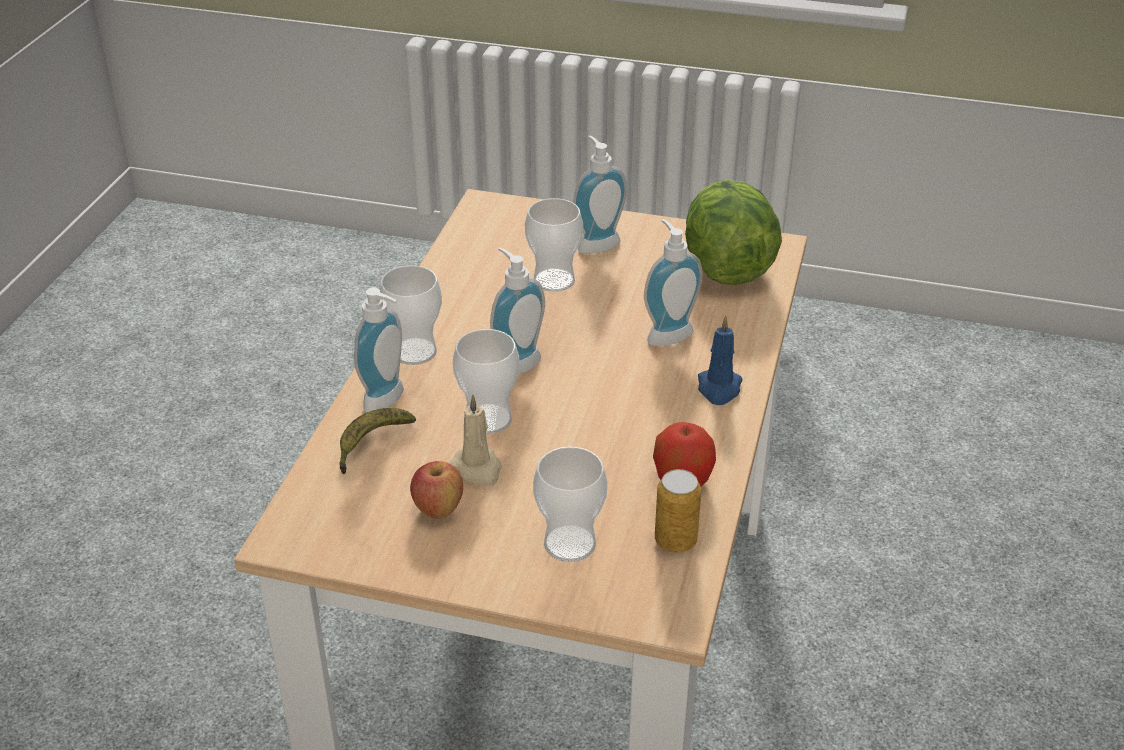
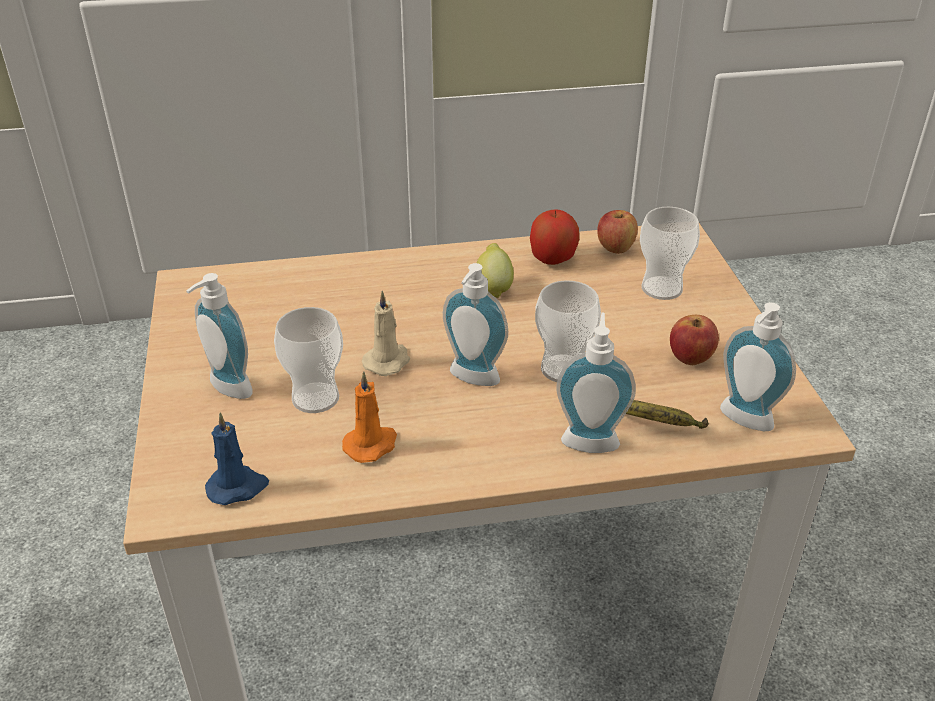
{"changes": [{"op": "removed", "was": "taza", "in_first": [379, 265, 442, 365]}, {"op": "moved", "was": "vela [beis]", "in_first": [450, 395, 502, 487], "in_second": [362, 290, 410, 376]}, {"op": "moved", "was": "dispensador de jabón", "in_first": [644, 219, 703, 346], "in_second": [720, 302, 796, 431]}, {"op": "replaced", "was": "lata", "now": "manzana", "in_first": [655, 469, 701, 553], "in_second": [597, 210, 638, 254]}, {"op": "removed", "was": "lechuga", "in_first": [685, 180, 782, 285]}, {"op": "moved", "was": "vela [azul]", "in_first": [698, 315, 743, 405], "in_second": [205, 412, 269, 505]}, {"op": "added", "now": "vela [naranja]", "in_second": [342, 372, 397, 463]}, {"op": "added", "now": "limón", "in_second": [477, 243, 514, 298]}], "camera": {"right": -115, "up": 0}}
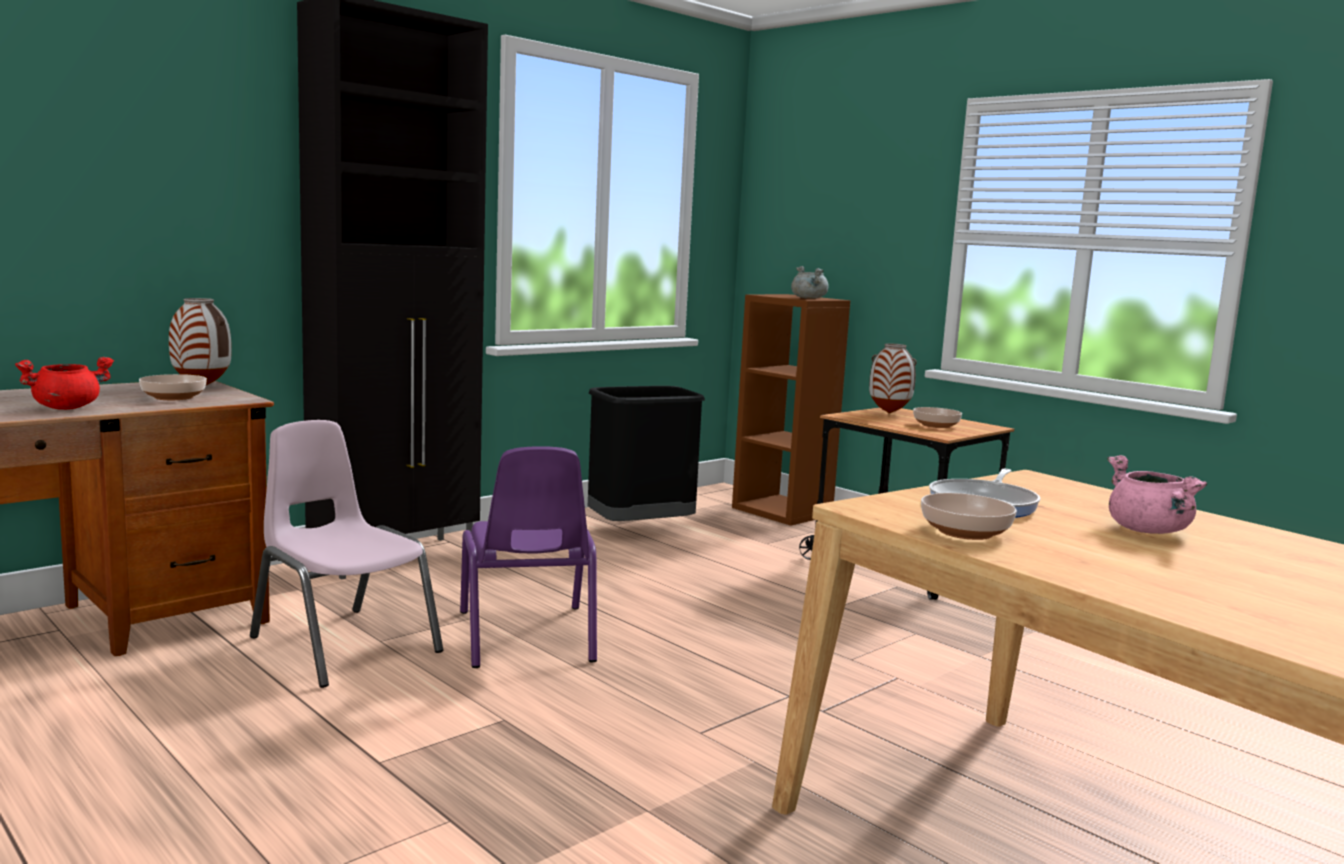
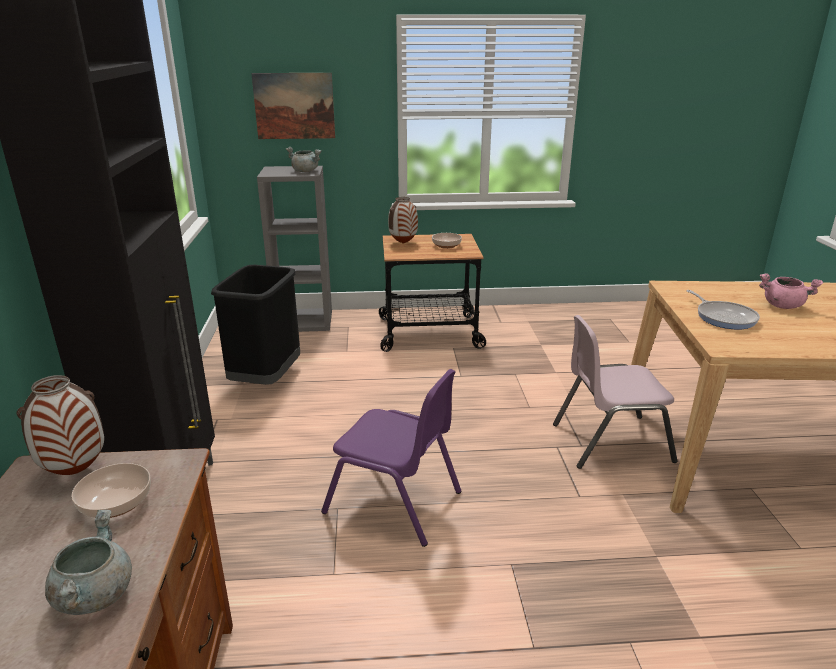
{"changes": [{"op": "recoloured", "was": "olla [rojo]", "now": "olla [gris]", "in_first": [15, 357, 114, 410], "in_second": [45, 510, 132, 615]}, {"op": "moved", "was": "silla [rosa]", "in_first": [250, 420, 443, 688], "in_second": [553, 315, 677, 469]}, {"op": "recoloured", "was": "estantería [marrón]", "now": "estantería [gris]", "in_first": [732, 294, 850, 526], "in_second": [257, 166, 332, 332]}, {"op": "removed", "was": "cuenco", "in_first": [921, 493, 1017, 540]}, {"op": "added", "now": "cuadro", "in_second": [251, 73, 335, 139]}], "camera": {"right": -50, "up": 15}}
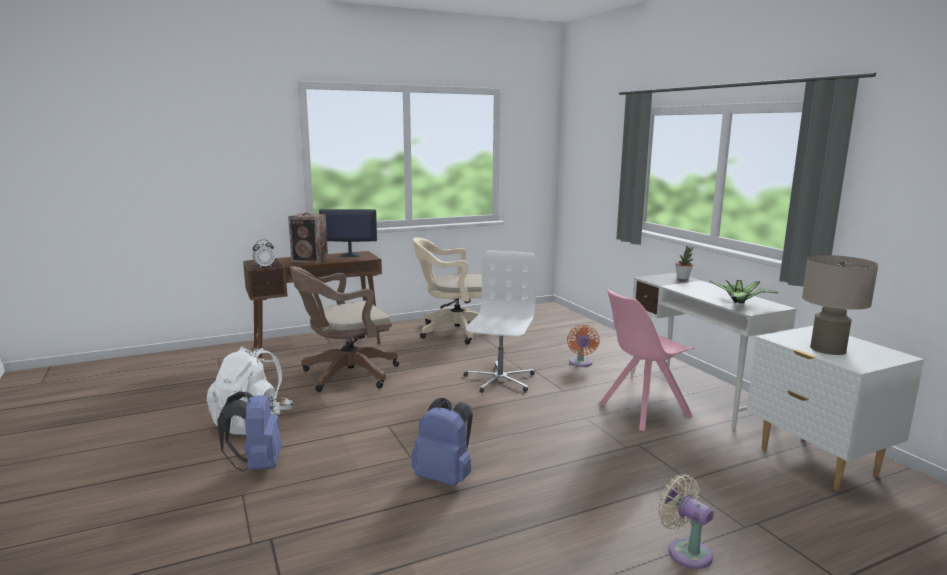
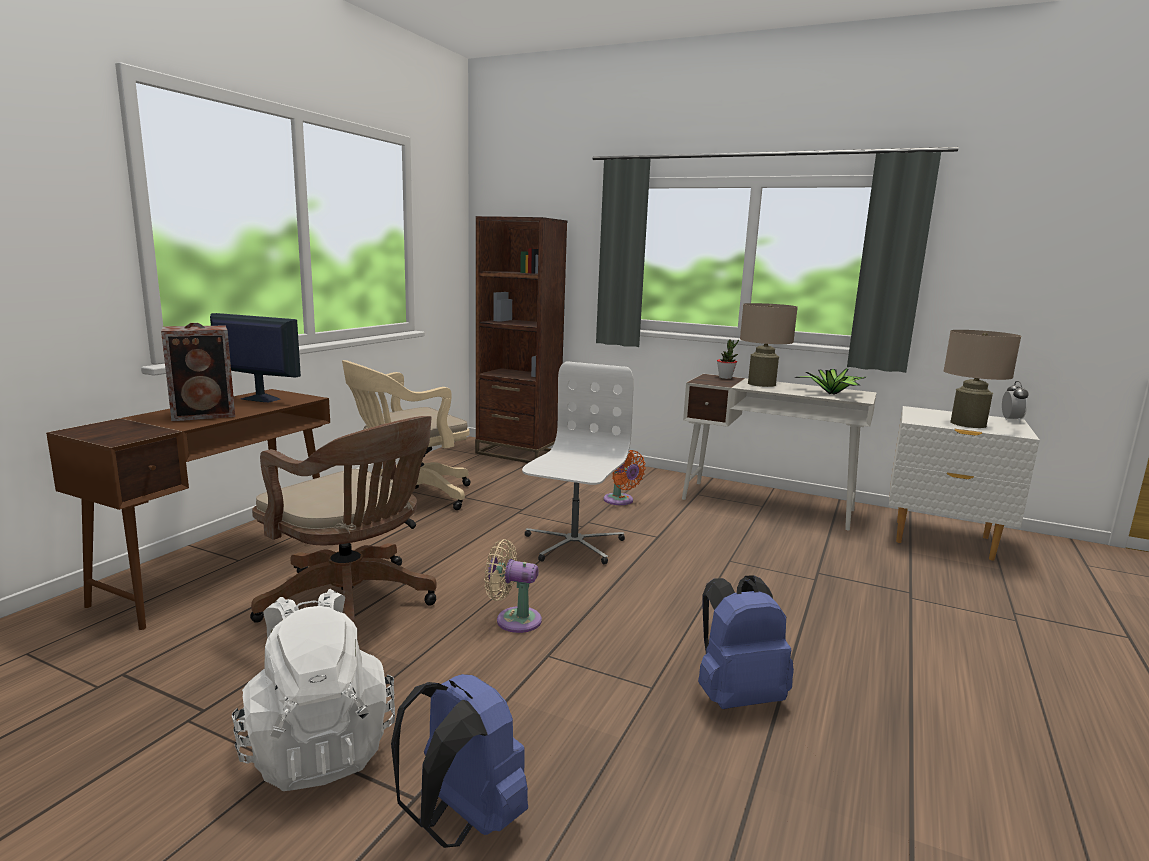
{"changes": [{"op": "moved", "was": "despertador", "in_first": [252, 240, 275, 268], "in_second": [1002, 381, 1029, 423]}, {"op": "turned", "was": "silla de oficina [marrón]", "in_first": [290, 266, 399, 392], "in_second": [250, 416, 437, 624], "clockwise": -75}, {"op": "turned", "was": "monitor", "in_first": [319, 209, 377, 257], "in_second": [210, 313, 301, 402], "clockwise": 60}, {"op": "turned", "was": "silla de oficina [blanco]", "in_first": [464, 250, 537, 393], "in_second": [522, 361, 634, 564], "clockwise": 45}, {"op": "removed", "was": "silla [rosa]", "in_first": [598, 290, 695, 431]}, {"op": "moved", "was": "ventilador [beis]", "in_first": [658, 474, 714, 569], "in_second": [484, 539, 542, 633]}, {"op": "added", "now": "estantería [marrón]", "in_second": [475, 216, 567, 463]}, {"op": "added", "now": "lámpara de mesa [beis]", "in_second": [740, 303, 798, 387]}], "camera": {"right": -40, "up": 0}}
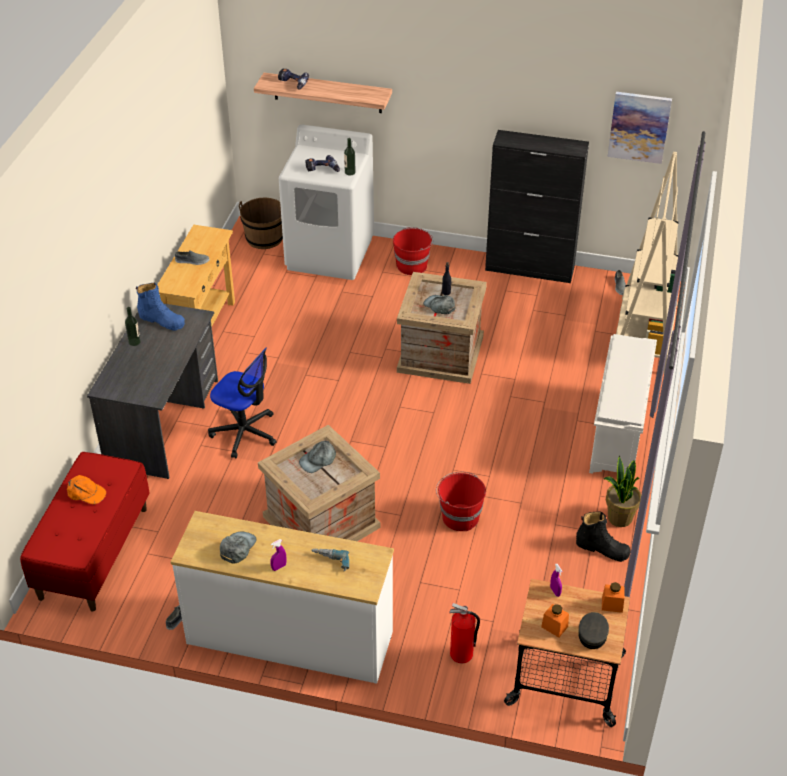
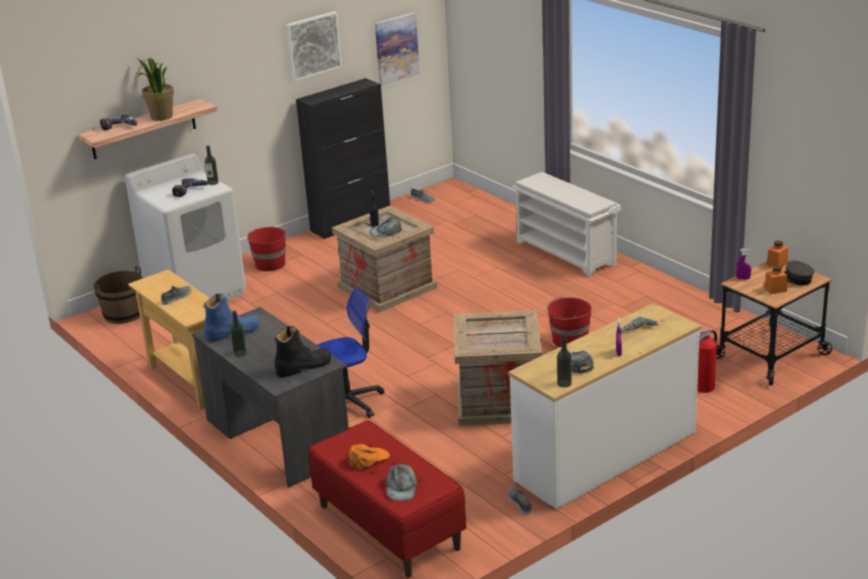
{"changes": [{"op": "moved", "was": "gorra [gris]", "in_first": [299, 441, 336, 473], "in_second": [386, 464, 417, 501]}, {"op": "moved", "was": "bota [negro]", "in_first": [576, 512, 631, 562], "in_second": [275, 326, 331, 377]}, {"op": "moved", "was": "planta en maceta", "in_first": [604, 456, 641, 527], "in_second": [137, 58, 174, 121]}, {"op": "removed", "was": "estantería [beis]", "in_first": [616, 152, 679, 373]}, {"op": "added", "now": "cuadro", "in_second": [286, 11, 342, 82]}, {"op": "added", "now": "botella", "in_second": [557, 337, 572, 388]}], "camera": {"right": -50, "up": -15}}
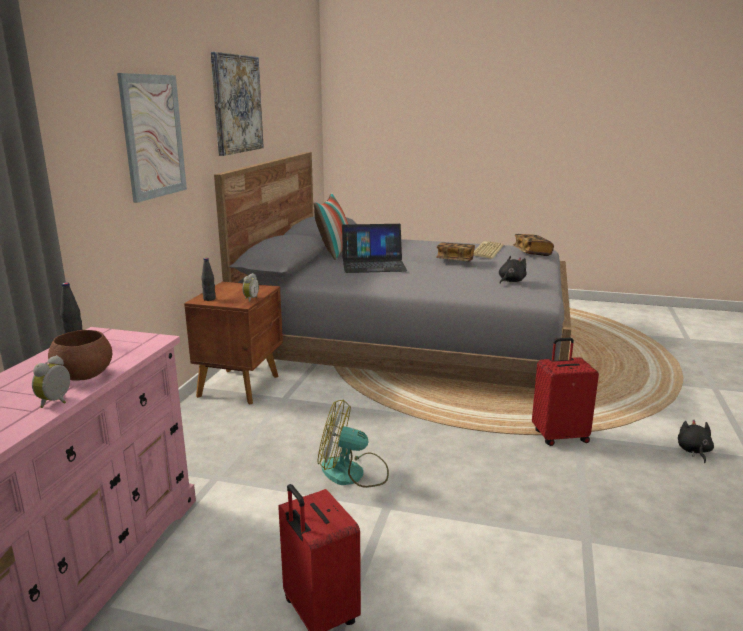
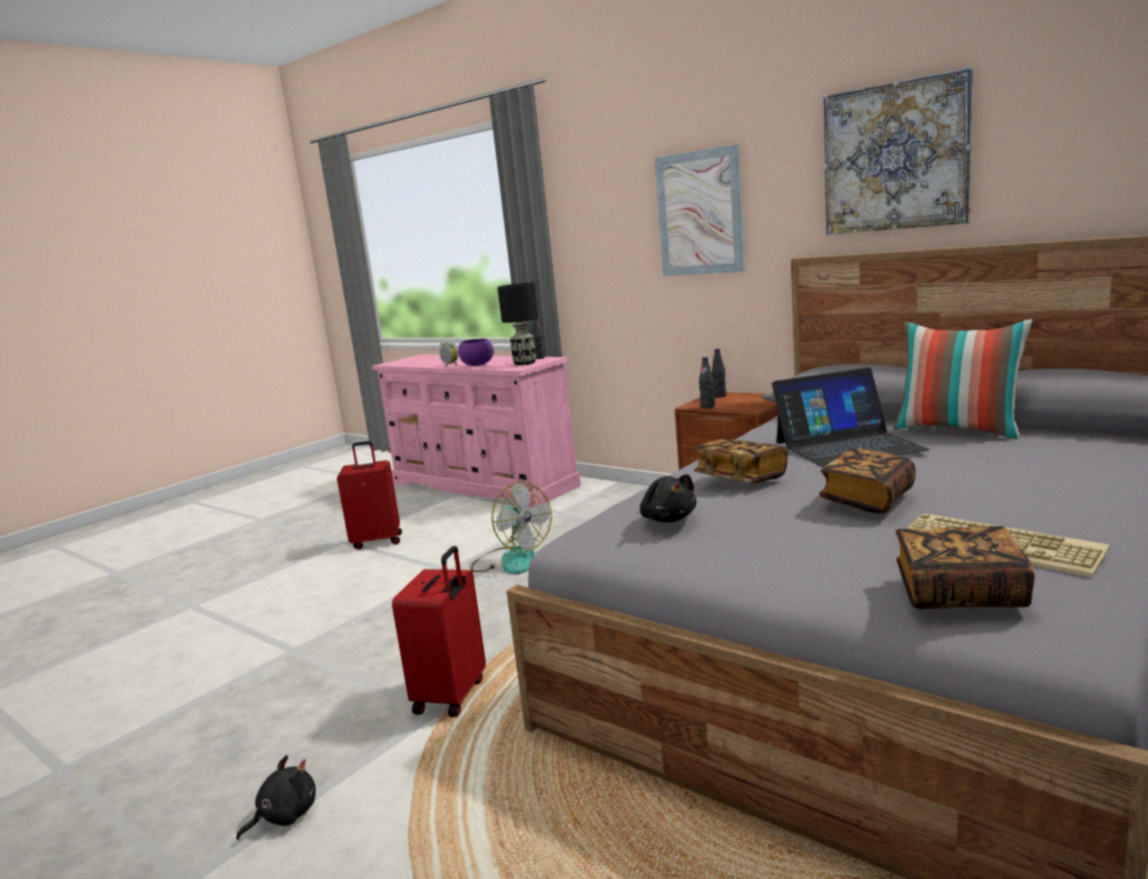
{"changes": [{"op": "recoloured", "was": "cuenco [marrón]", "now": "cuenco [morado]", "in_first": [48, 330, 112, 381], "in_second": [458, 338, 494, 366]}, {"op": "replaced", "was": "despertador", "now": "botella [negro]", "in_first": [243, 273, 259, 302], "in_second": [699, 357, 715, 408]}, {"op": "turned", "was": "ventilador", "in_first": [318, 400, 389, 488], "in_second": [471, 481, 552, 574], "clockwise": 105}, {"op": "turned", "was": "portátil", "in_first": [342, 224, 407, 273], "in_second": [772, 368, 930, 468], "clockwise": -120}, {"op": "turned", "was": "peluche [negro]", "in_first": [678, 419, 714, 463], "in_second": [236, 755, 316, 840], "clockwise": -75}, {"op": "added", "now": "lámpara de mesa [negro]", "in_second": [498, 283, 538, 365]}, {"op": "added", "now": "libro", "in_second": [694, 439, 788, 483]}], "camera": {"right": 115, "up": -5}}
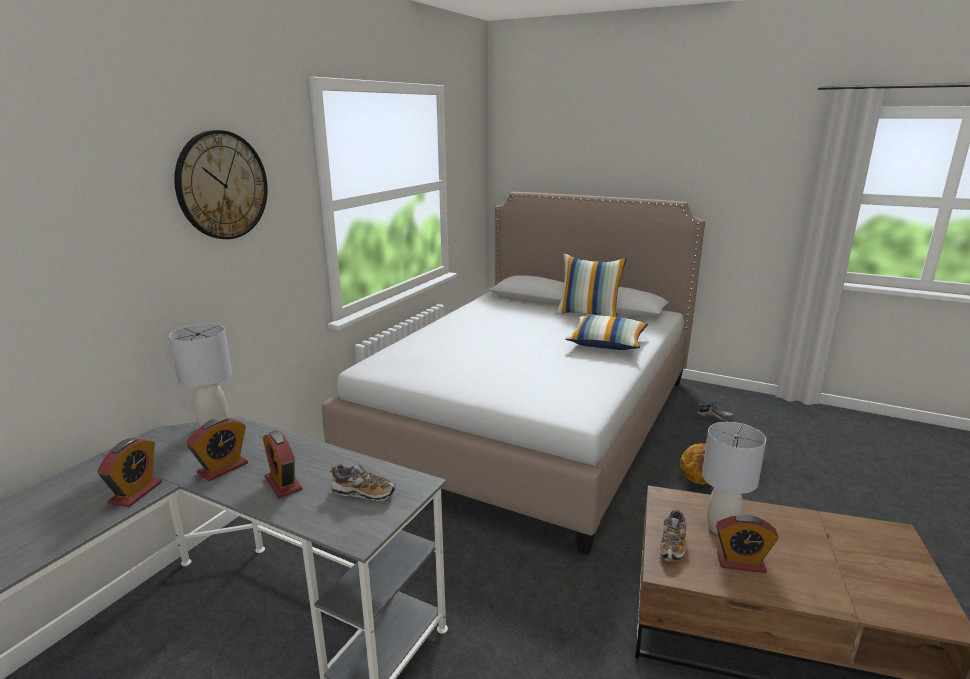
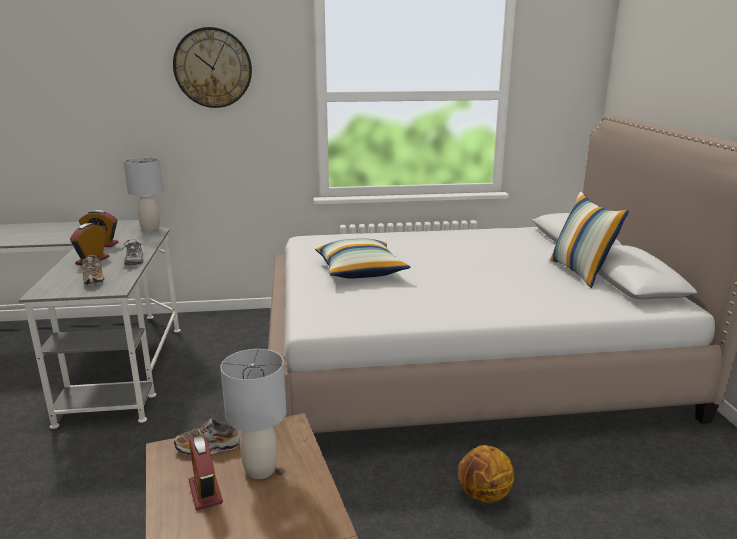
{"changes": [{"op": "removed", "was": "despertador", "in_first": [97, 438, 162, 507]}, {"op": "moved", "was": "cojín", "in_first": [565, 315, 648, 350], "in_second": [315, 239, 410, 279]}, {"op": "moved", "was": "zapato", "in_first": [697, 401, 734, 420], "in_second": [121, 239, 145, 265]}], "camera": {"right": 55, "up": 0}}
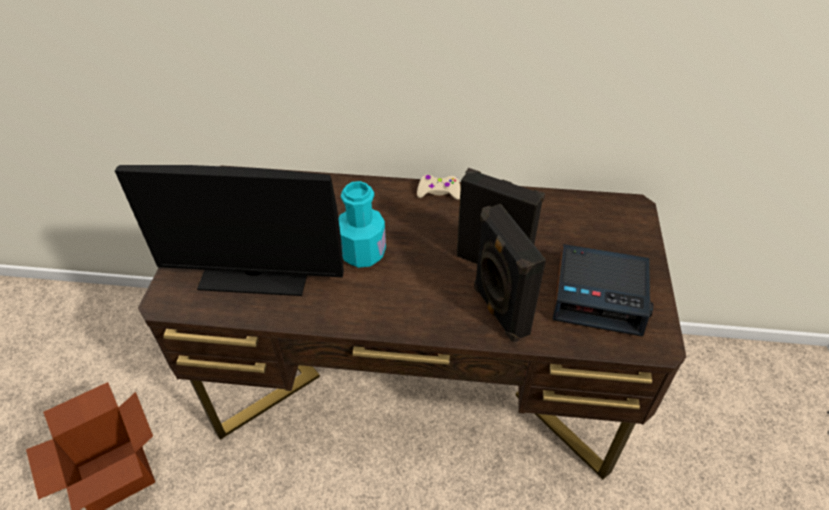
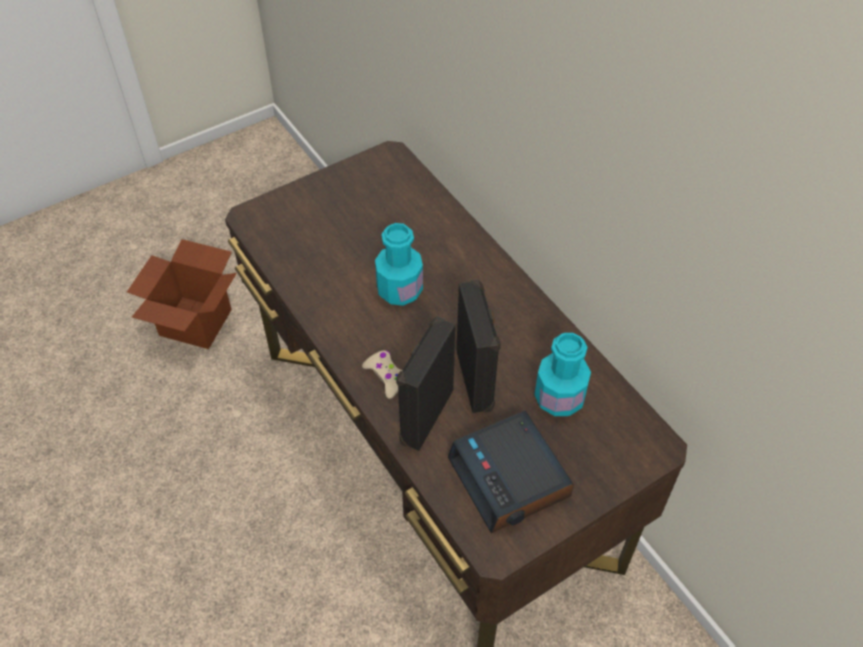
{"changes": [{"op": "removed", "was": "monitor", "in_first": [115, 165, 344, 296]}, {"op": "moved", "was": "mando de consola [beis]", "in_first": [417, 175, 461, 200], "in_second": [362, 350, 402, 399]}, {"op": "added", "now": "botella [turquesa]", "in_second": [534, 333, 591, 416]}], "camera": {"right": 50, "up": 5}}
